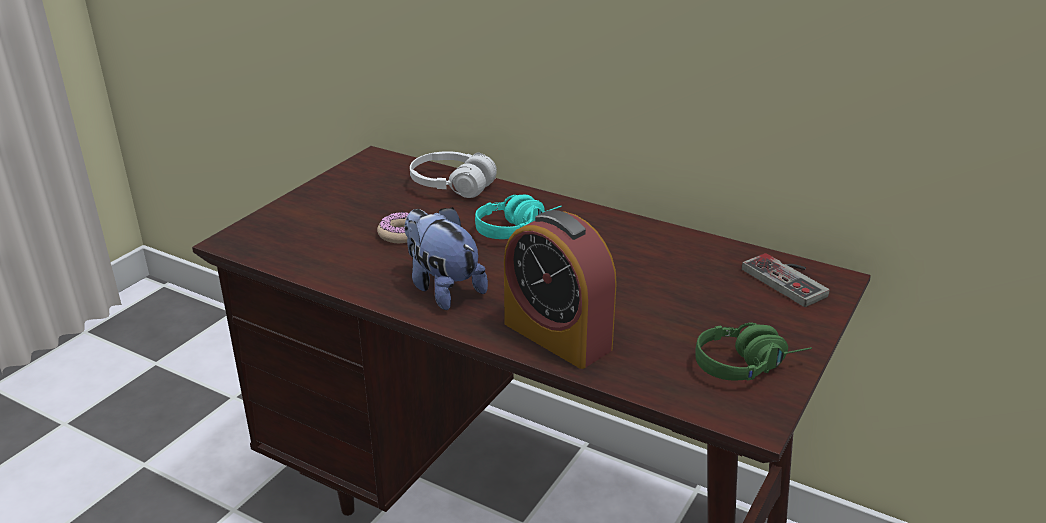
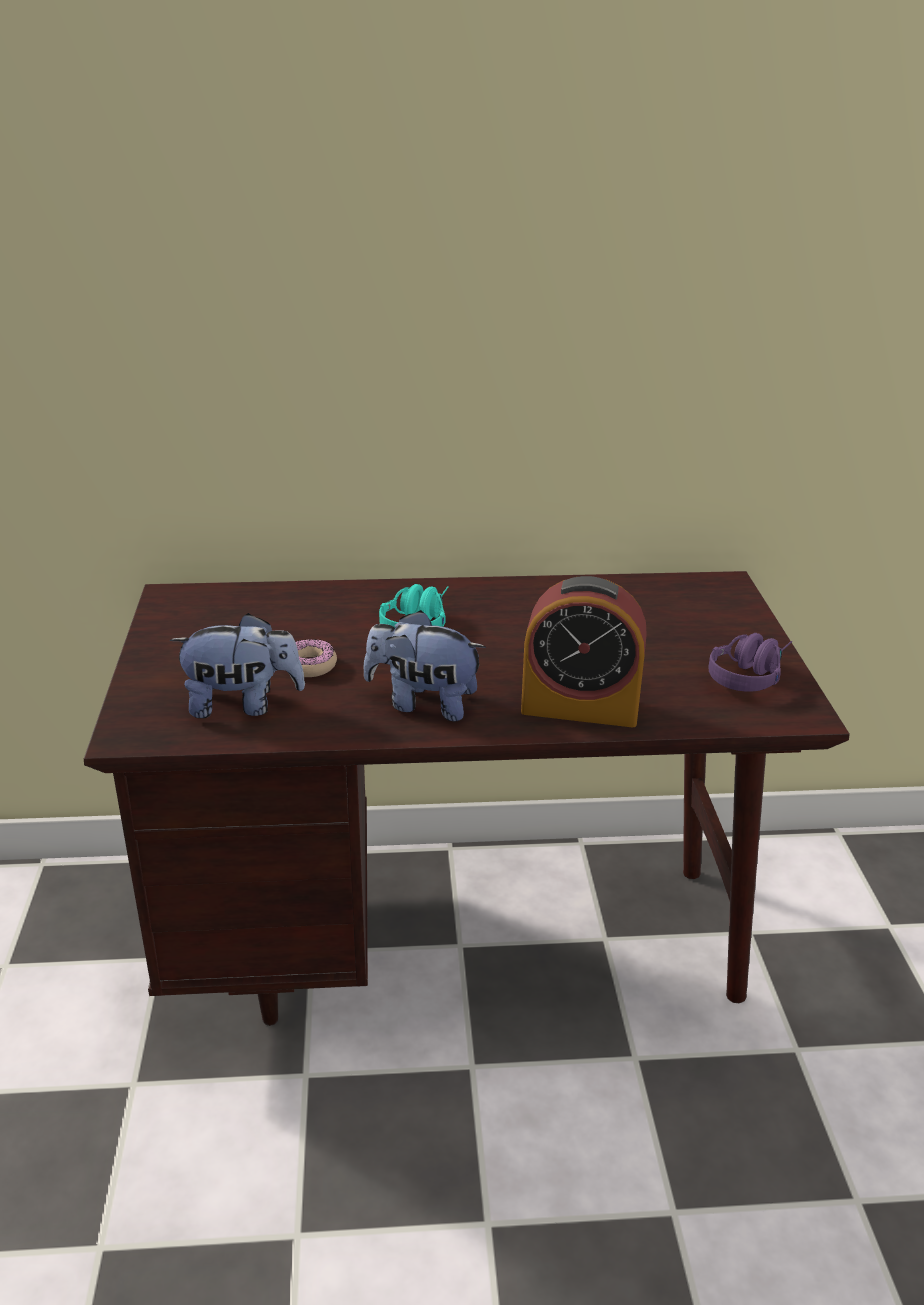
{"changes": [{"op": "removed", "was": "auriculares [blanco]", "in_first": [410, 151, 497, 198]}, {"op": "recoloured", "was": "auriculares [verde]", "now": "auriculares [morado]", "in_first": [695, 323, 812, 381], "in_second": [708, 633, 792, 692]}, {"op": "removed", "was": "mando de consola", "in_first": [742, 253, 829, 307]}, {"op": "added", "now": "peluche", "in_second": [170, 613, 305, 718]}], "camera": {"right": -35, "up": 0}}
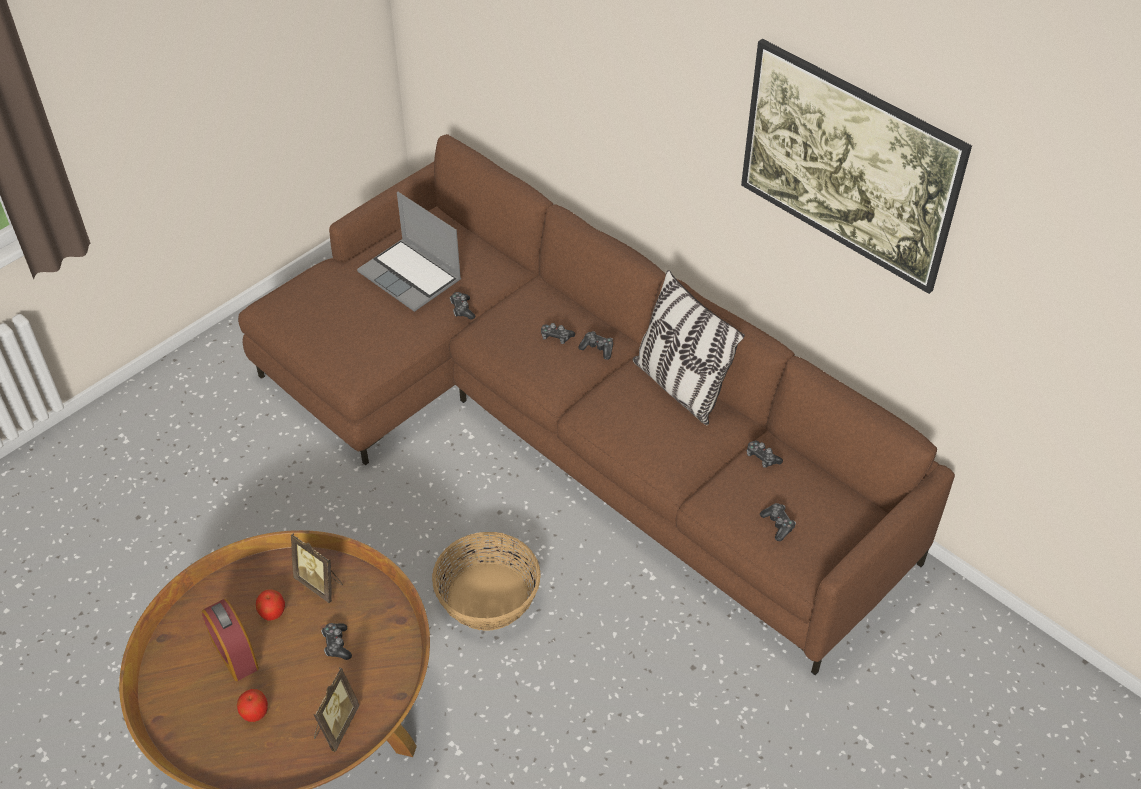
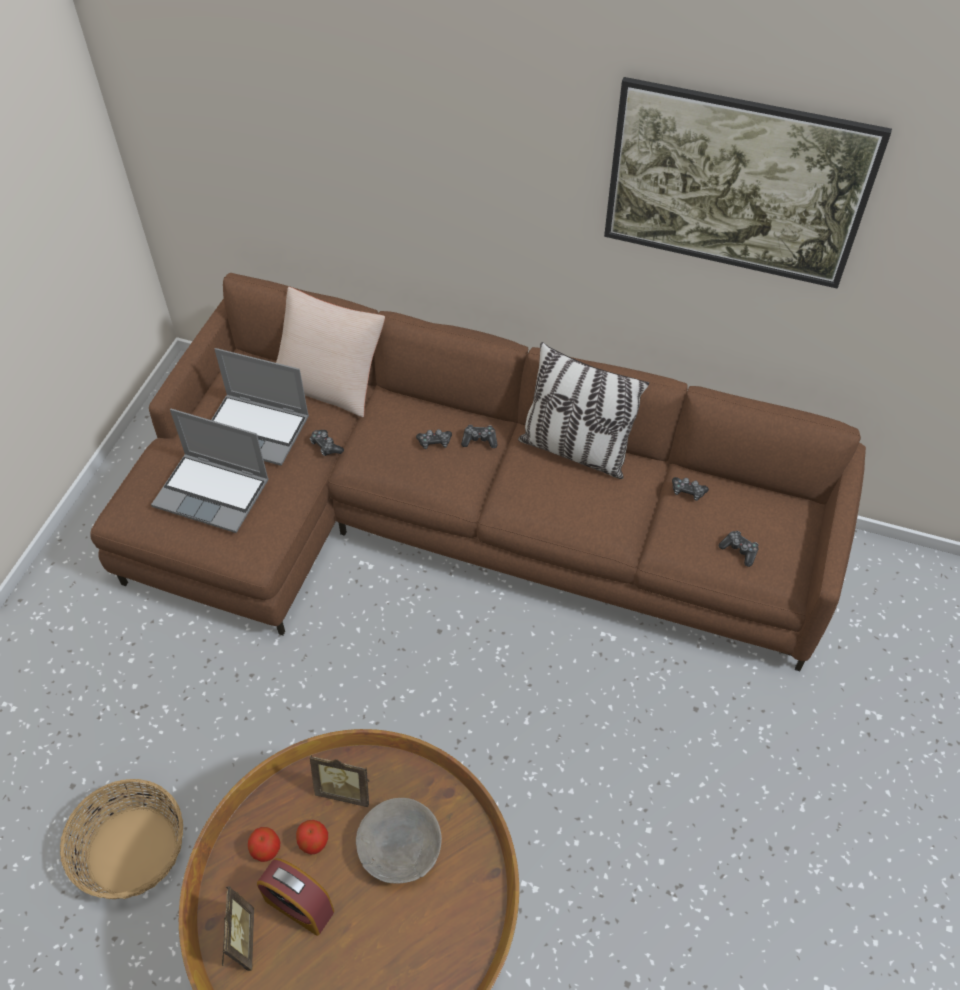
{"changes": [{"op": "moved", "was": "manzana", "in_first": [237, 689, 268, 722], "in_second": [248, 827, 280, 862]}, {"op": "moved", "was": "portarretratos", "in_first": [313, 668, 360, 752], "in_second": [222, 886, 254, 971]}, {"op": "replaced", "was": "mando de consola", "now": "cuenco [gris]", "in_first": [321, 623, 352, 660], "in_second": [356, 798, 442, 884]}, {"op": "moved", "was": "cesta", "in_first": [432, 532, 541, 631], "in_second": [60, 779, 183, 899]}, {"op": "added", "now": "portátil", "in_second": [151, 409, 269, 533]}, {"op": "added", "now": "cojín [beis]", "in_second": [276, 287, 385, 417]}], "camera": {"right": -25, "up": 5}}
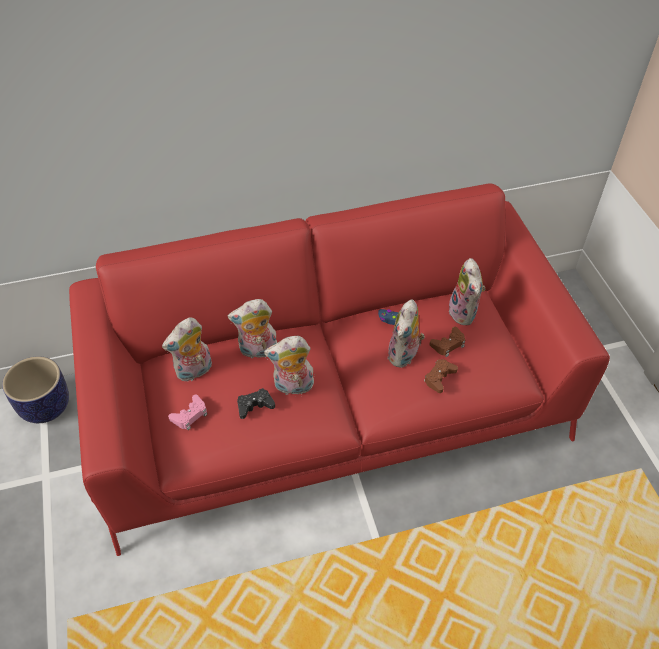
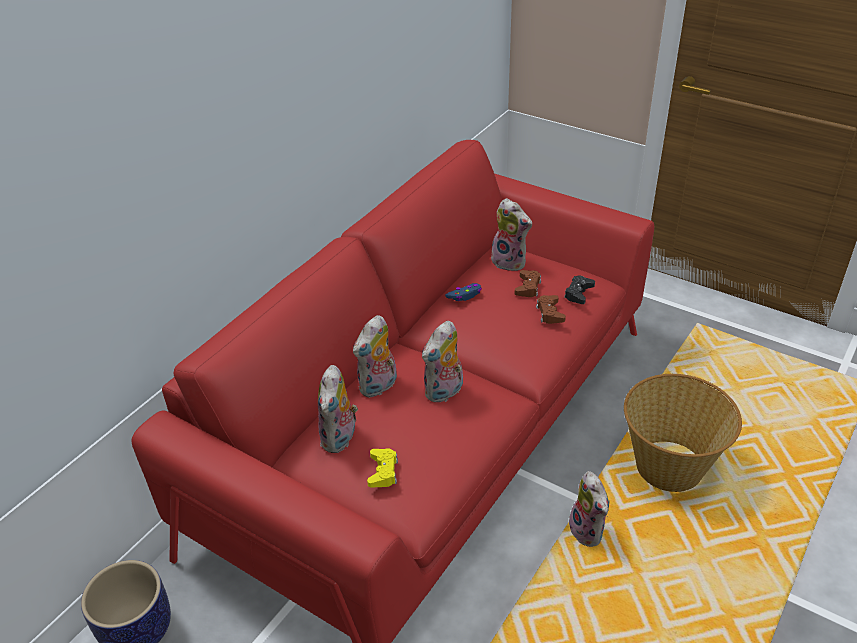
{"changes": [{"op": "recoloured", "was": "mando de consola [rosa]", "now": "mando de consola [amarillo]", "in_first": [168, 394, 207, 430], "in_second": [367, 448, 398, 488]}, {"op": "moved", "was": "mando de consola [negro]", "in_first": [237, 388, 275, 419], "in_second": [564, 276, 595, 304]}, {"op": "moved", "was": "peluche", "in_first": [387, 300, 425, 368], "in_second": [569, 471, 610, 547]}, {"op": "added", "now": "cesta", "in_second": [624, 374, 742, 492]}], "camera": {"right": -40, "up": -10}}
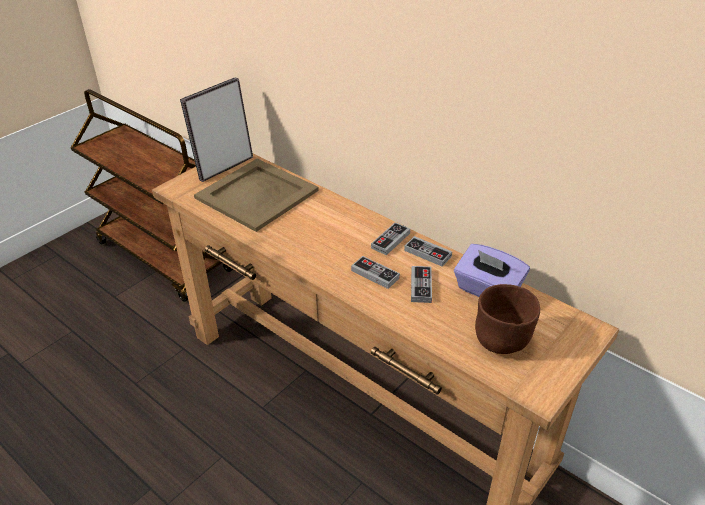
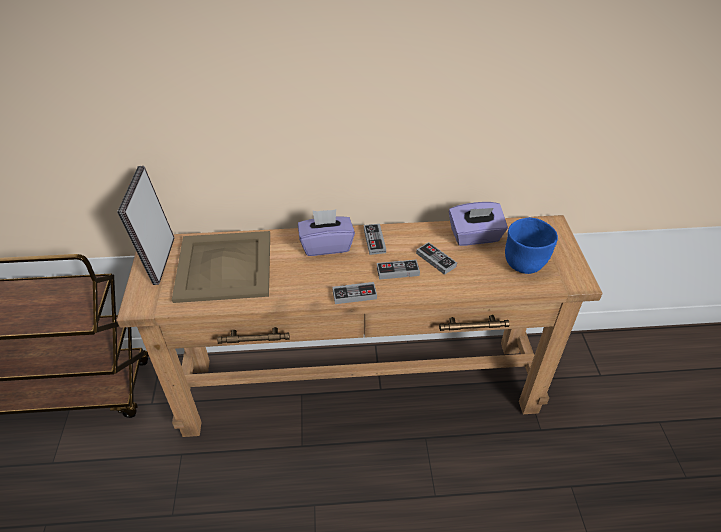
{"changes": [{"op": "moved", "was": "mando de consola", "in_first": [404, 236, 452, 267], "in_second": [332, 282, 377, 304]}, {"op": "recoloured", "was": "cuenco [marrón]", "now": "cuenco [azul]", "in_first": [475, 284, 540, 354], "in_second": [505, 217, 558, 274]}, {"op": "added", "now": "caja de pañuelos [morado]", "in_second": [298, 209, 355, 256]}], "camera": {"right": -45, "up": 5}}
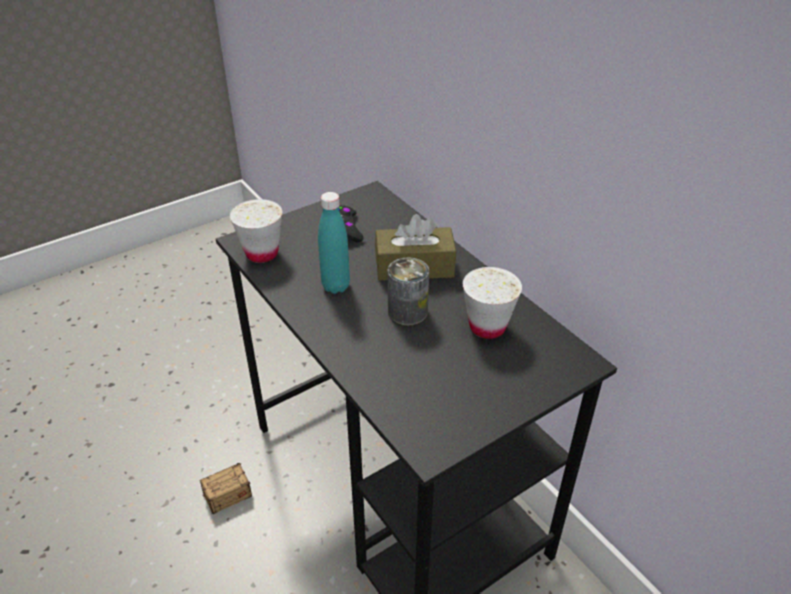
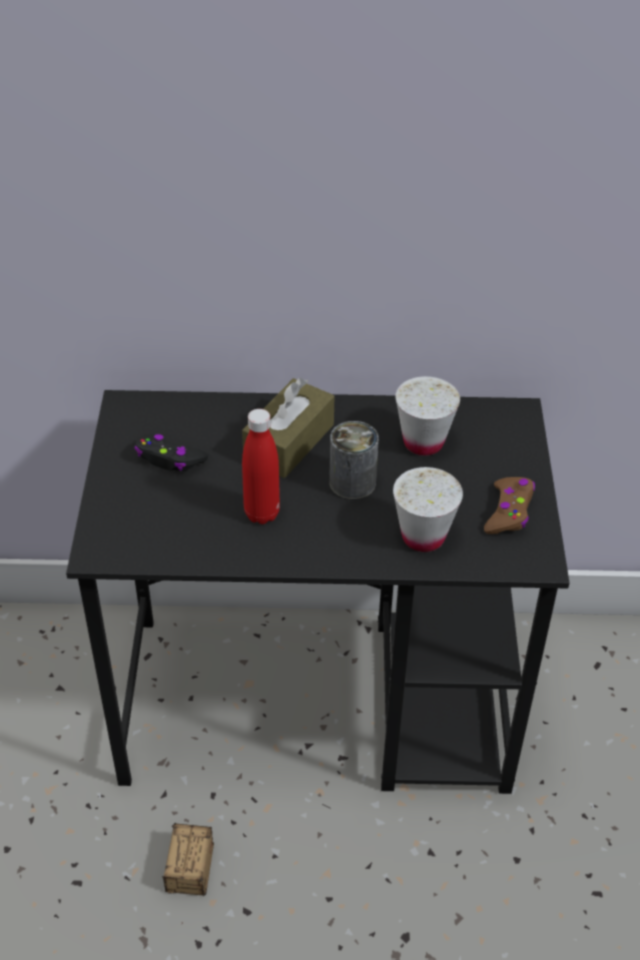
{"changes": [{"op": "moved", "was": "taza [blanco]", "in_first": [230, 199, 282, 263], "in_second": [393, 467, 463, 552]}, {"op": "recoloured", "was": "botella [turquesa]", "now": "botella [rojo]", "in_first": [318, 192, 350, 294], "in_second": [242, 409, 280, 524]}, {"op": "added", "now": "mando de consola [marrón]", "in_second": [484, 477, 535, 534]}], "camera": {"right": -55, "up": 5}}
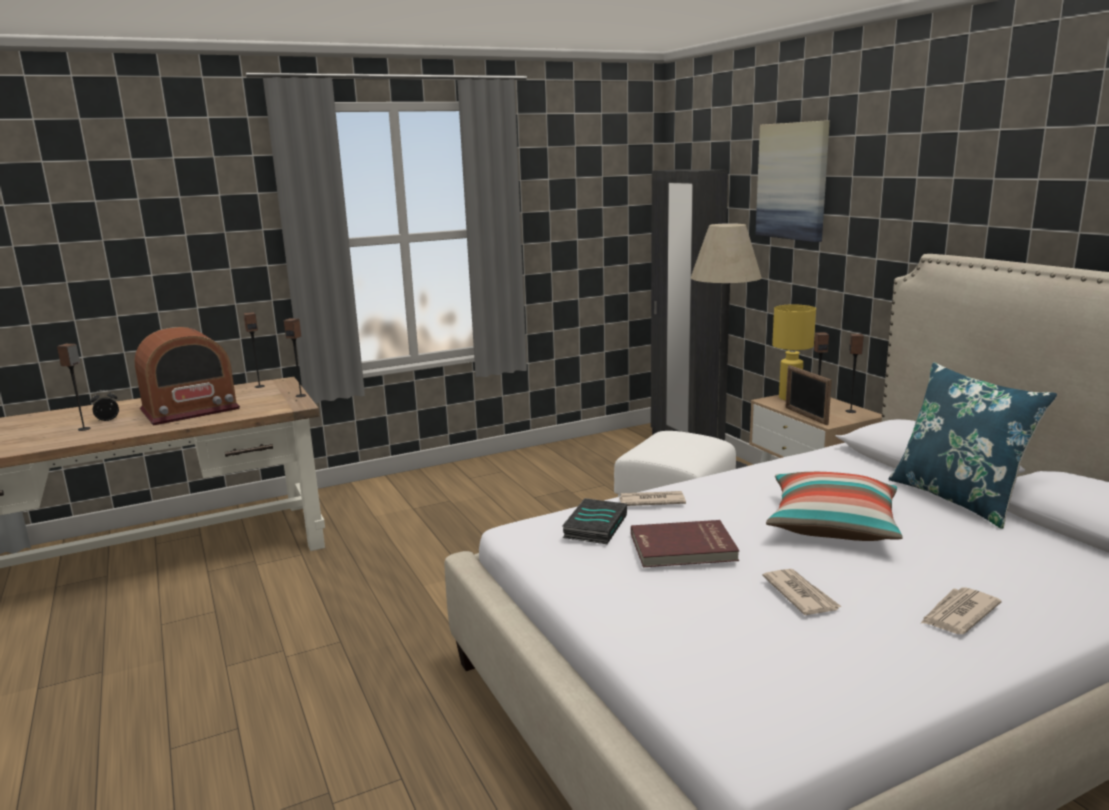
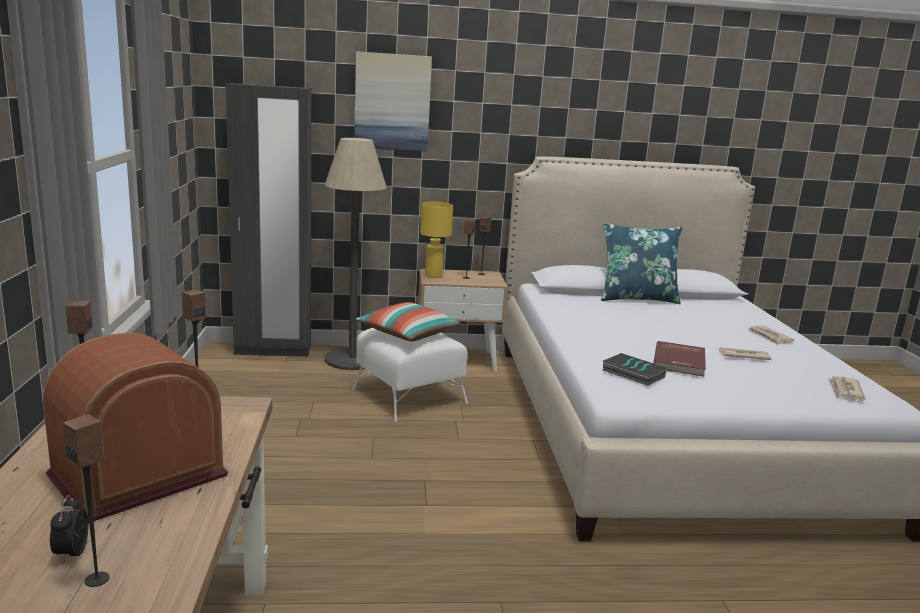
{"changes": [{"op": "turned", "was": "radio", "in_first": [134, 327, 240, 426], "in_second": [43, 333, 228, 523], "clockwise": -120}, {"op": "moved", "was": "periódico", "in_first": [618, 491, 686, 506], "in_second": [828, 376, 866, 401]}, {"op": "moved", "was": "cojín", "in_first": [766, 472, 903, 541], "in_second": [356, 302, 460, 342]}, {"op": "removed", "was": "portarretratos", "in_first": [786, 365, 832, 425]}], "camera": {"right": -70, "up": 0}}
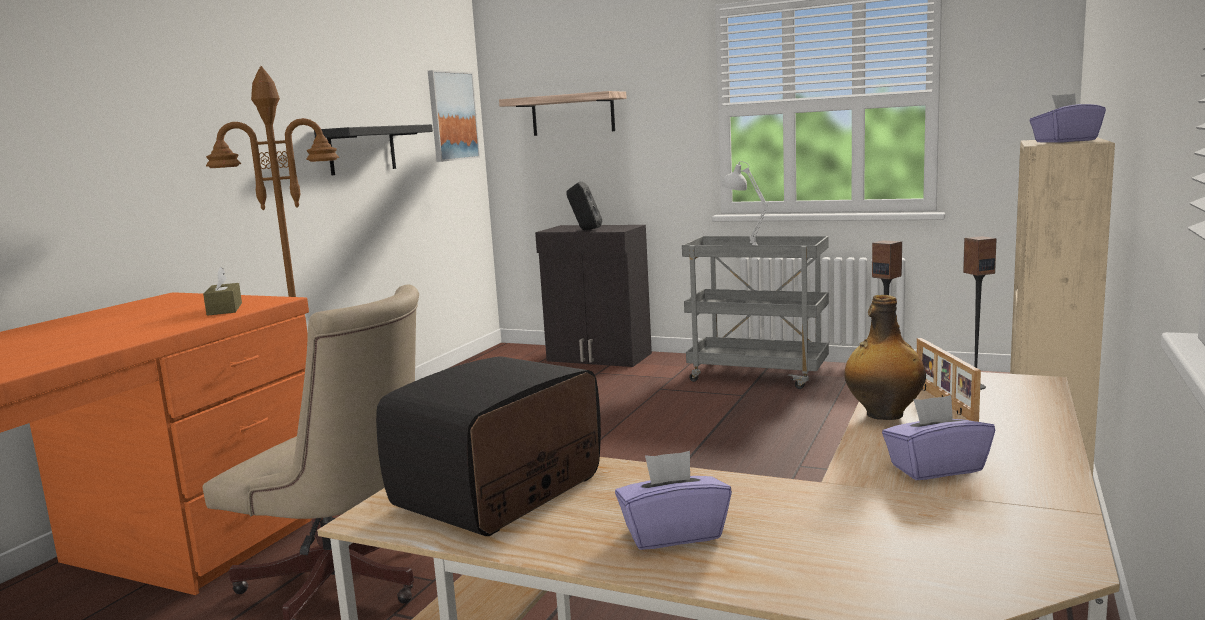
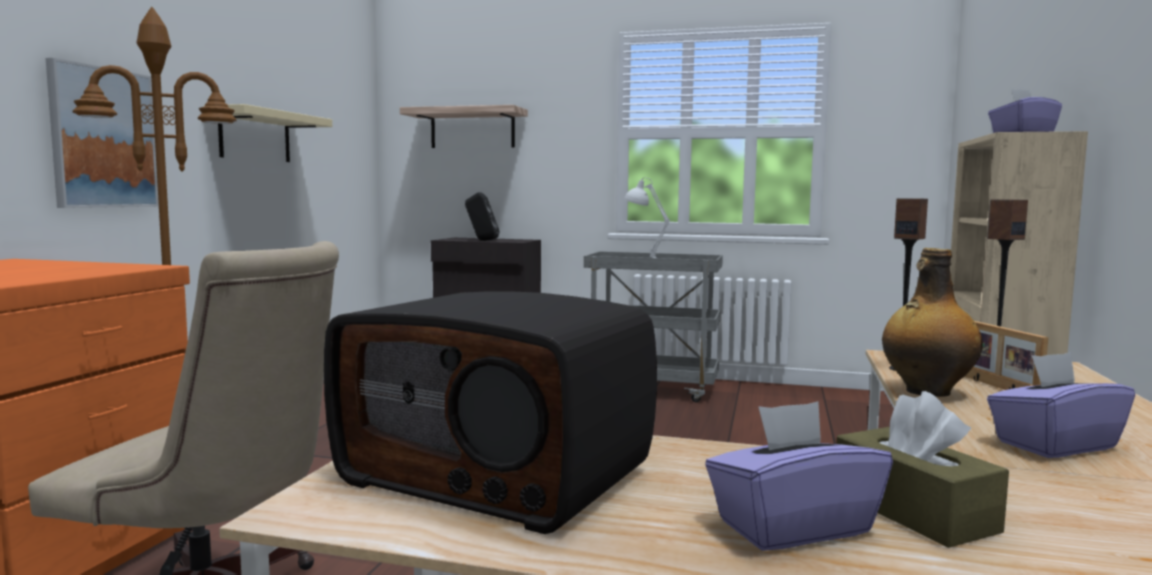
{"changes": [{"op": "moved", "was": "caja de pañuelos [marrón]", "in_first": [203, 267, 242, 316], "in_second": [837, 391, 1009, 548]}, {"op": "recoloured", "was": "estante [negro]", "now": "estante [beis]", "in_first": [314, 124, 433, 176], "in_second": [204, 104, 332, 162]}, {"op": "turned", "was": "radio", "in_first": [376, 356, 601, 536], "in_second": [324, 291, 657, 534], "clockwise": -90}, {"op": "moved", "was": "cuadro", "in_first": [428, 70, 480, 162], "in_second": [46, 58, 159, 208]}], "camera": {"right": -10, "up": -5}}
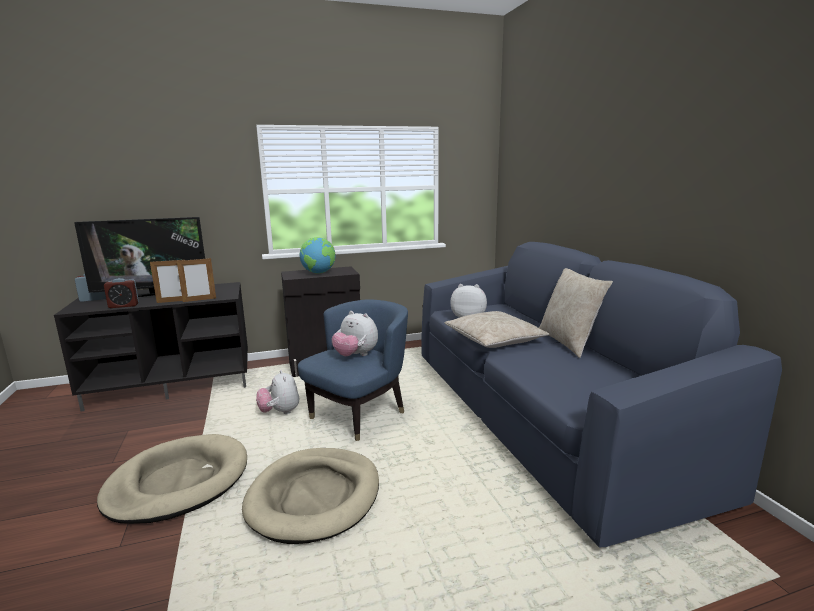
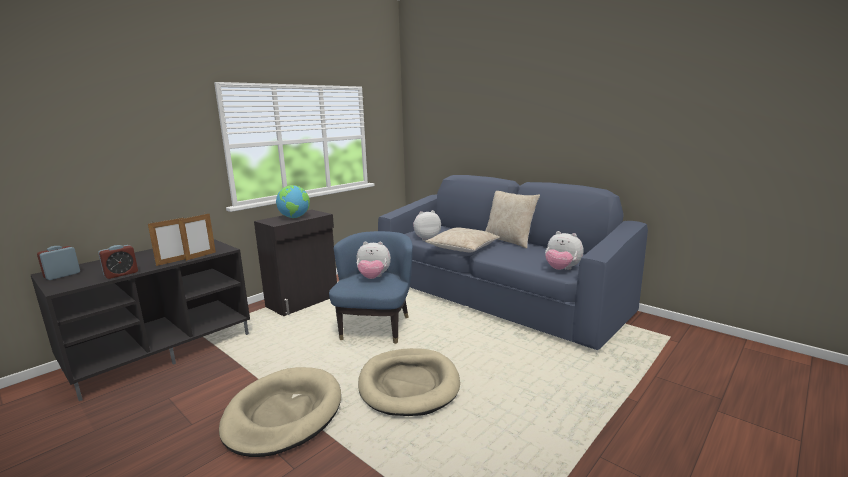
{"changes": [{"op": "removed", "was": "televisor", "in_first": [74, 217, 205, 297]}, {"op": "moved", "was": "peluche", "in_first": [256, 370, 299, 414], "in_second": [545, 231, 584, 270]}], "camera": {"right": -30, "up": 0}}
